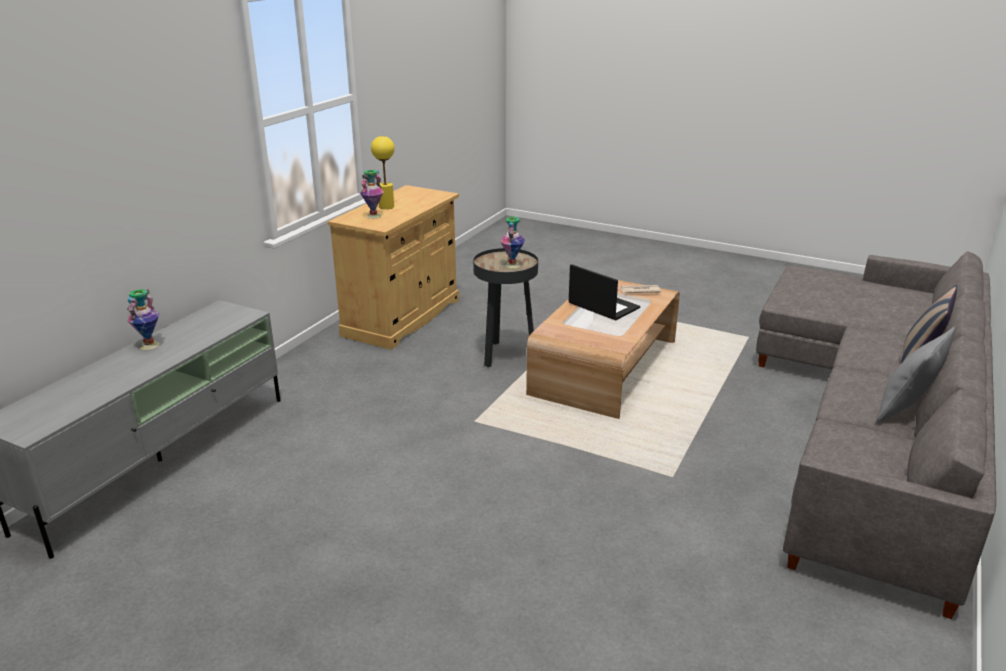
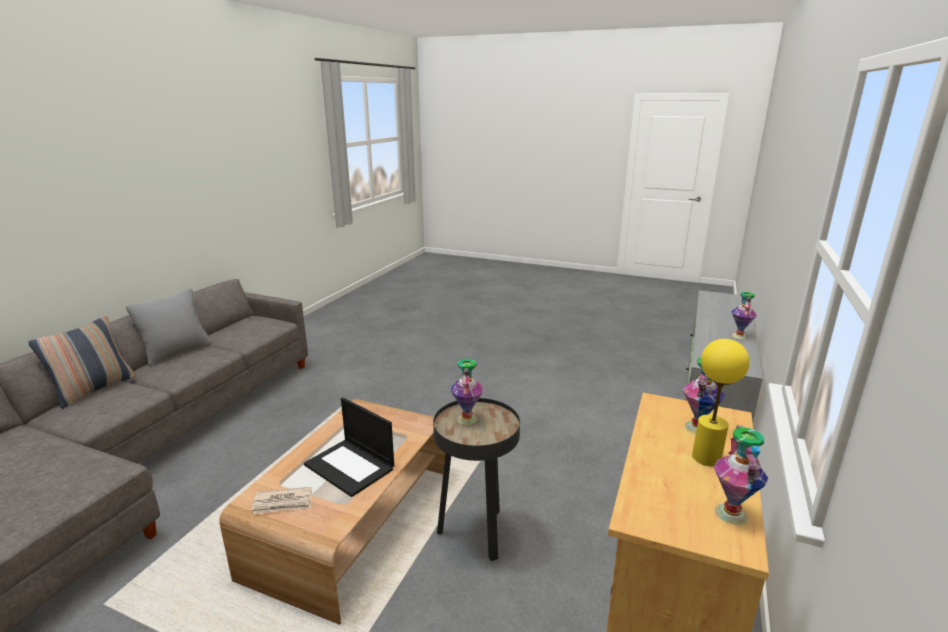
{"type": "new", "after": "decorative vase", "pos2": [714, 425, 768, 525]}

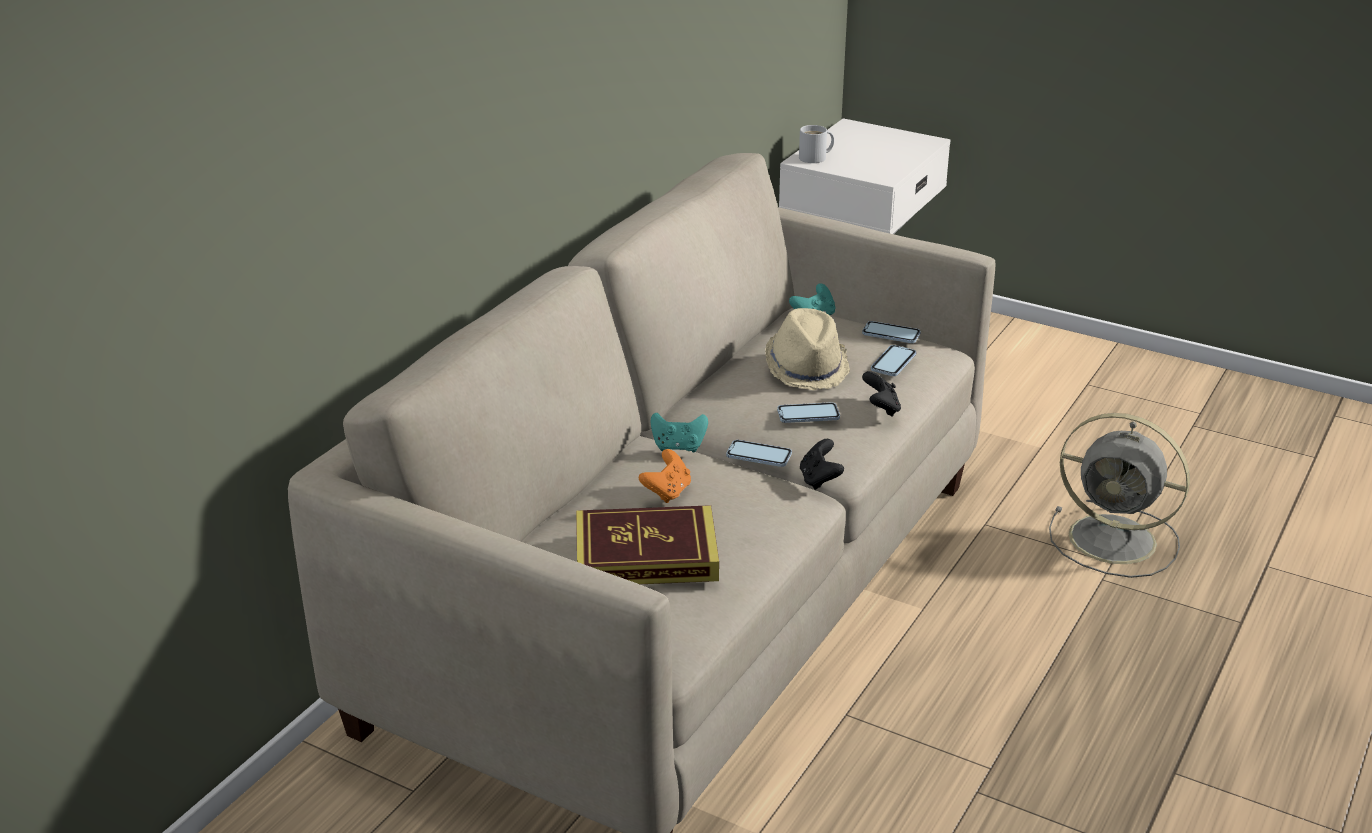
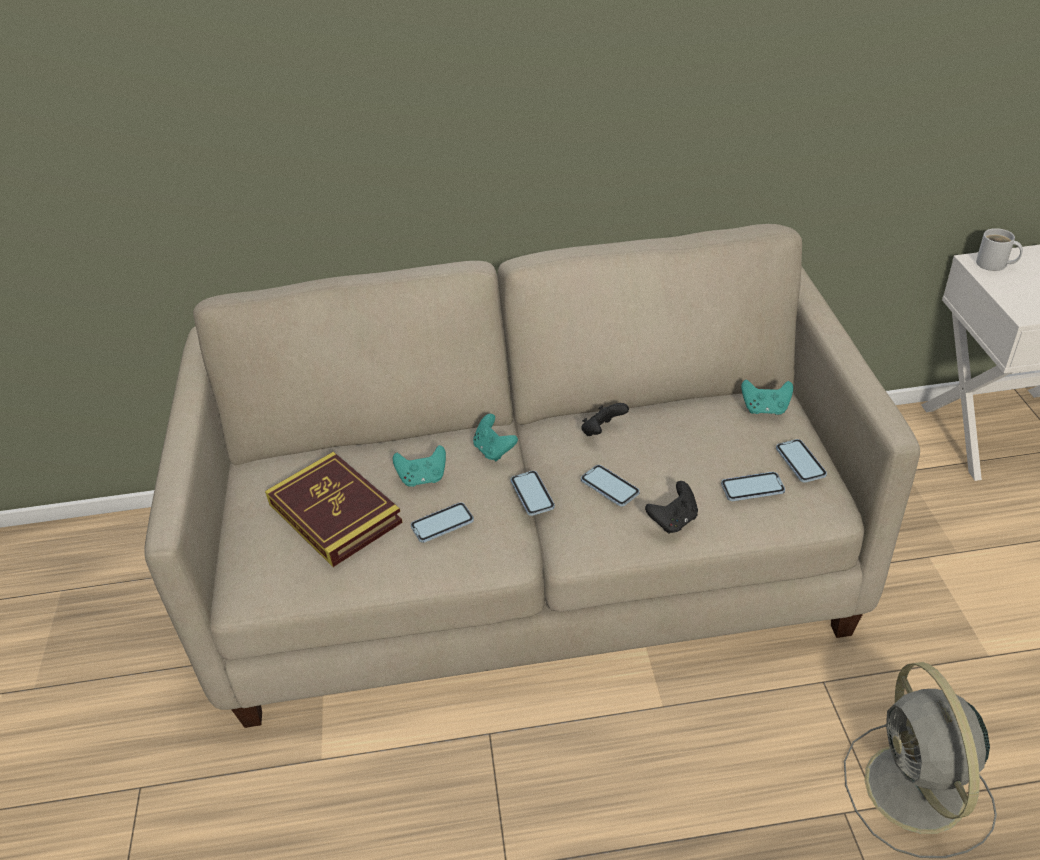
{"type": "repainted", "before": "joypad in orange-coloured", "after": "joypad in blue-green", "pos1": [639, 449, 691, 503], "pos2": [393, 445, 446, 487]}
{"type": "new", "after": "telephone", "pos2": [411, 502, 474, 543]}
{"type": "shifted", "before": "joypad in blackish", "pos1": [800, 439, 844, 490], "pos2": [581, 403, 629, 436]}
{"type": "gone", "before": "wearable hat in beige", "pos1": [765, 308, 850, 390]}

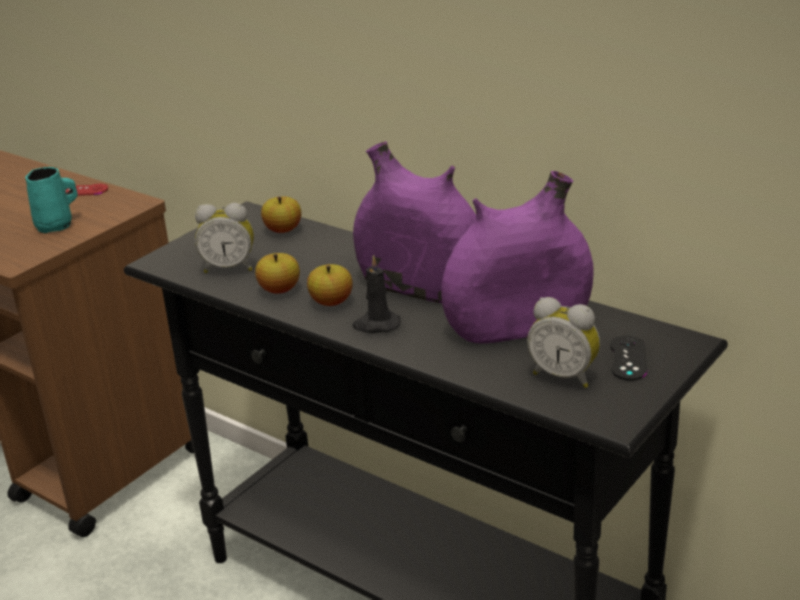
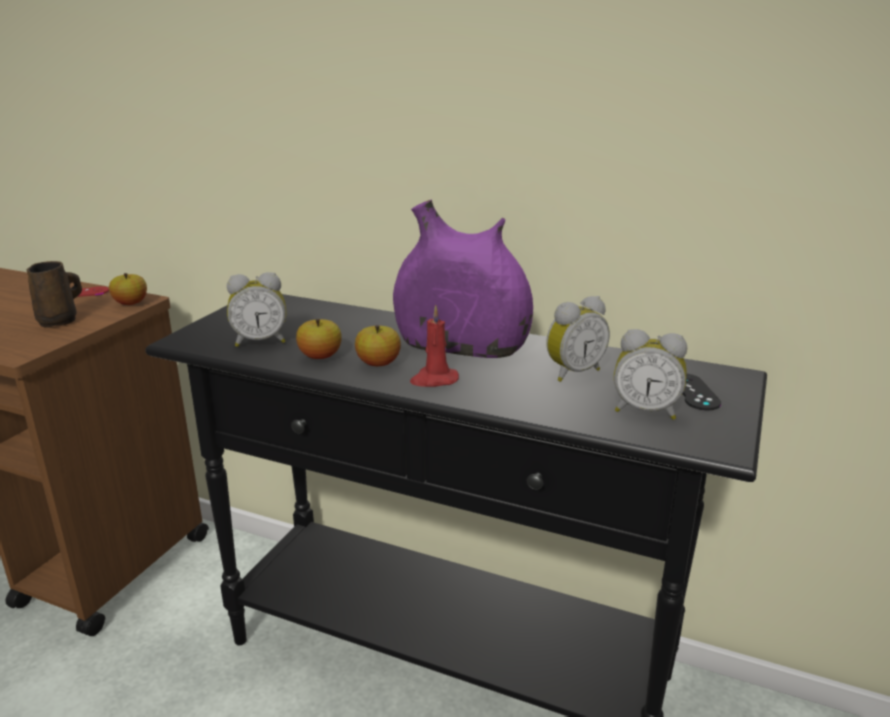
{"type": "repainted", "before": "mug in blue-green", "after": "mug in brown", "pos1": [25, 167, 78, 233], "pos2": [27, 261, 82, 328]}
{"type": "shifted", "before": "apple fruit", "pos1": [261, 196, 301, 233], "pos2": [109, 273, 147, 305]}
{"type": "repainted", "before": "candle in blackish", "after": "candle in red-coloured", "pos1": [352, 255, 401, 333], "pos2": [410, 305, 459, 387]}
{"type": "swapped", "before": "decorative vase in purplish", "after": "bedside clock", "pos1": [441, 171, 594, 344], "pos2": [546, 296, 610, 382]}

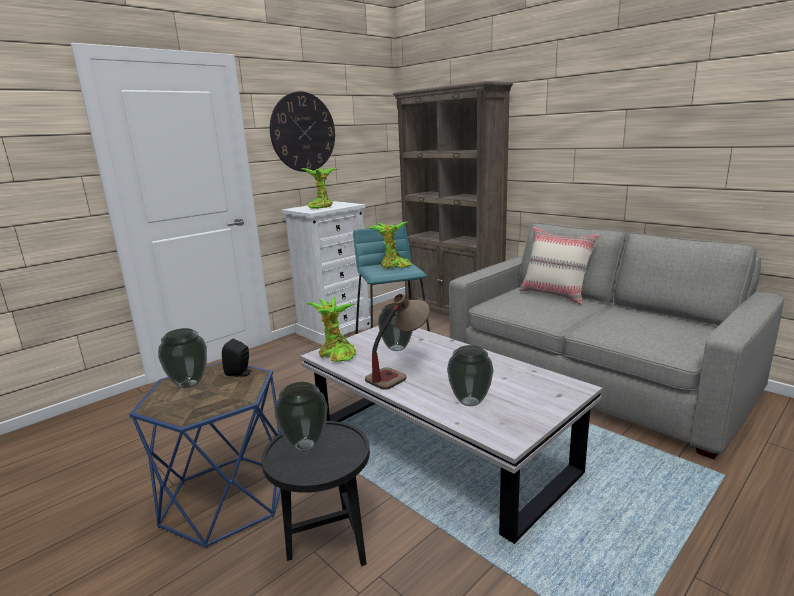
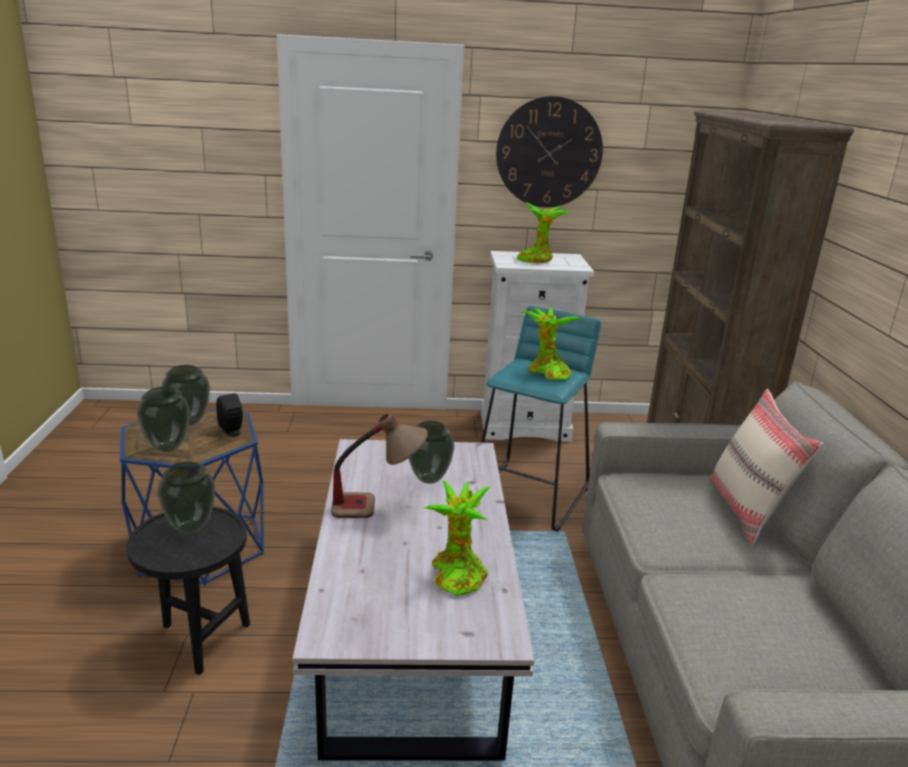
{"type": "shifted", "before": "decorative vase", "pos1": [447, 345, 494, 406], "pos2": [137, 387, 190, 452]}
{"type": "shifted", "before": "plant in a pot", "pos1": [306, 297, 356, 362], "pos2": [424, 480, 491, 596]}

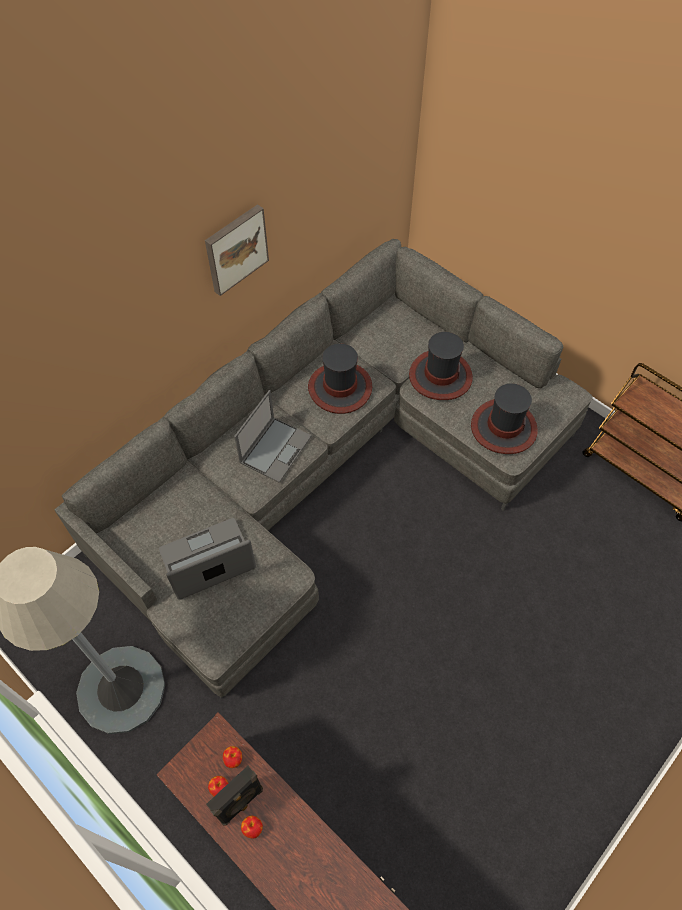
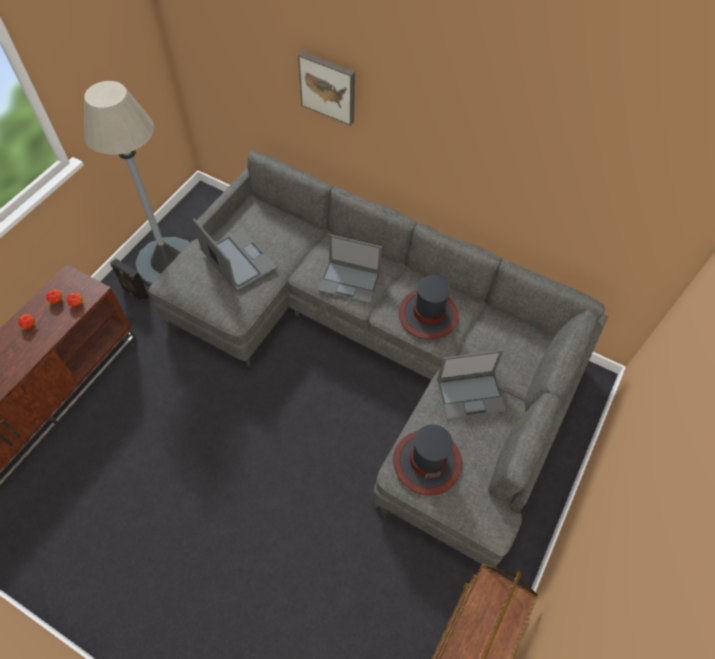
{"type": "shifted", "before": "audio speaker in blackish", "pos1": [206, 766, 263, 826], "pos2": [110, 259, 149, 302]}
{"type": "shifted", "before": "picture", "pos1": [205, 204, 269, 296], "pos2": [298, 51, 355, 126]}
{"type": "swapped", "before": "wearable hat", "after": "portable computer", "pos1": [409, 332, 473, 400], "pos2": [437, 350, 506, 420]}

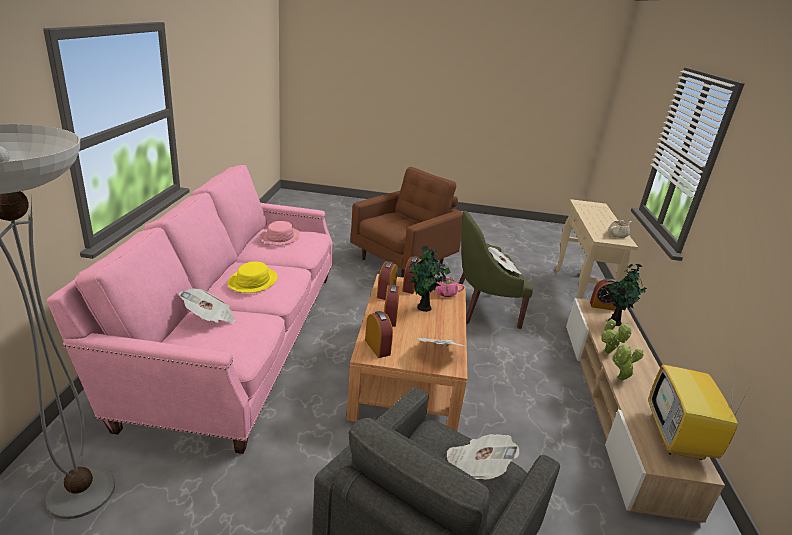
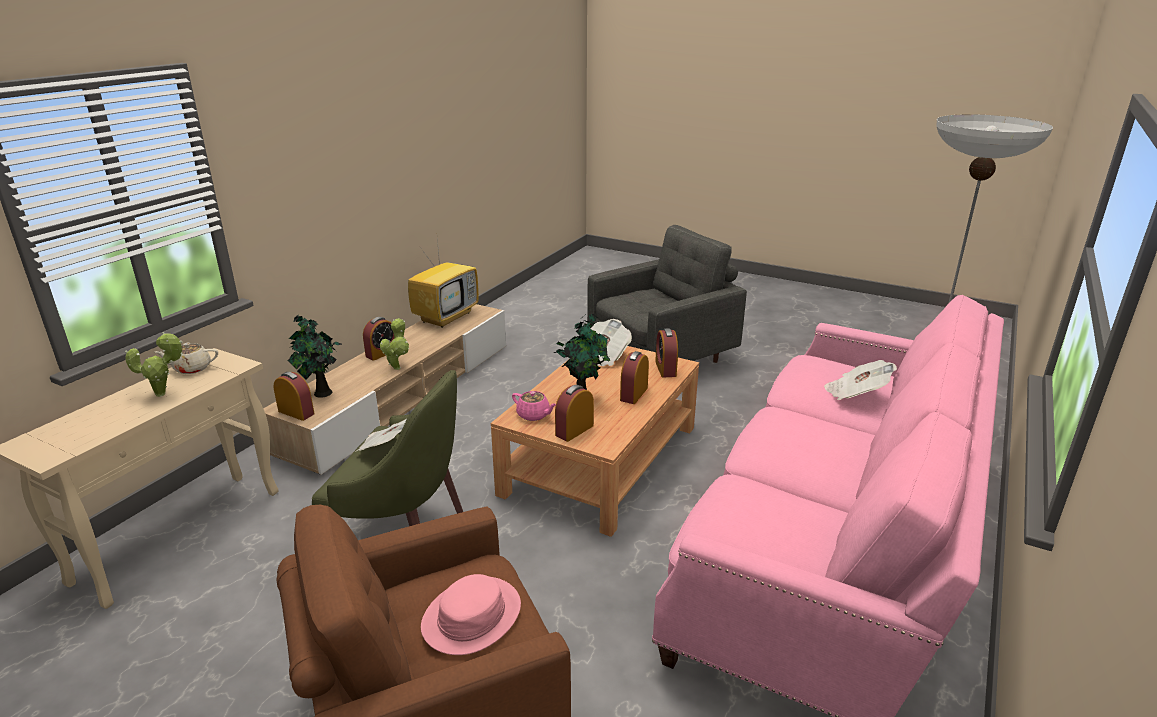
{"type": "shifted", "before": "plant in a pot", "pos1": [612, 345, 644, 381], "pos2": [125, 332, 183, 397]}
{"type": "shifted", "before": "bedside clock", "pos1": [377, 261, 398, 300], "pos2": [363, 317, 395, 361]}
{"type": "shifted", "before": "wearable hat in pink", "pos1": [260, 221, 300, 245], "pos2": [421, 574, 521, 655]}
{"type": "gone", "before": "wearable hat in yellow", "pos1": [228, 262, 278, 293]}
{"type": "gone", "before": "printed paper", "pos1": [447, 434, 520, 480]}

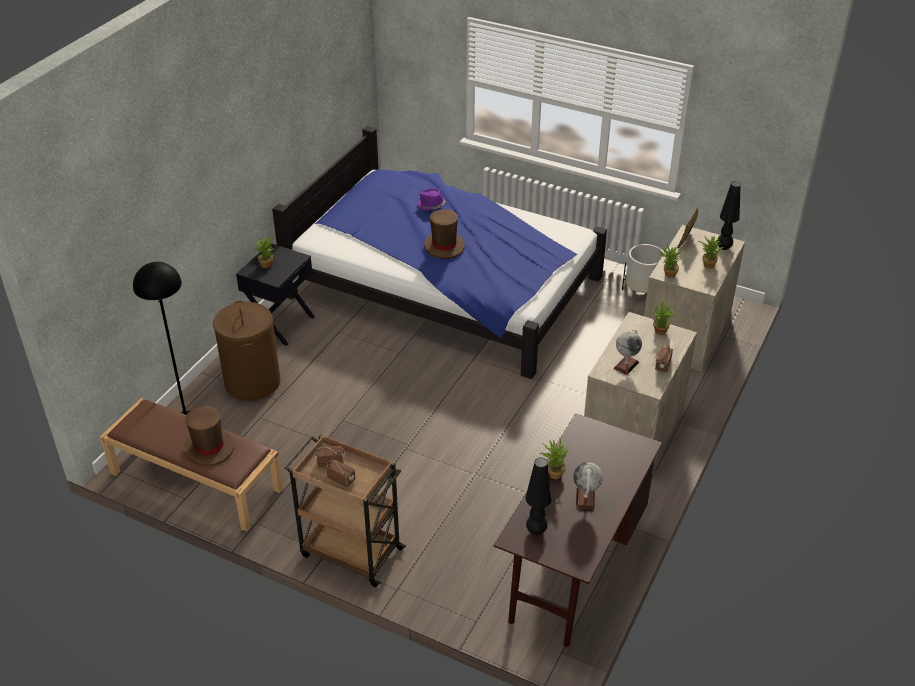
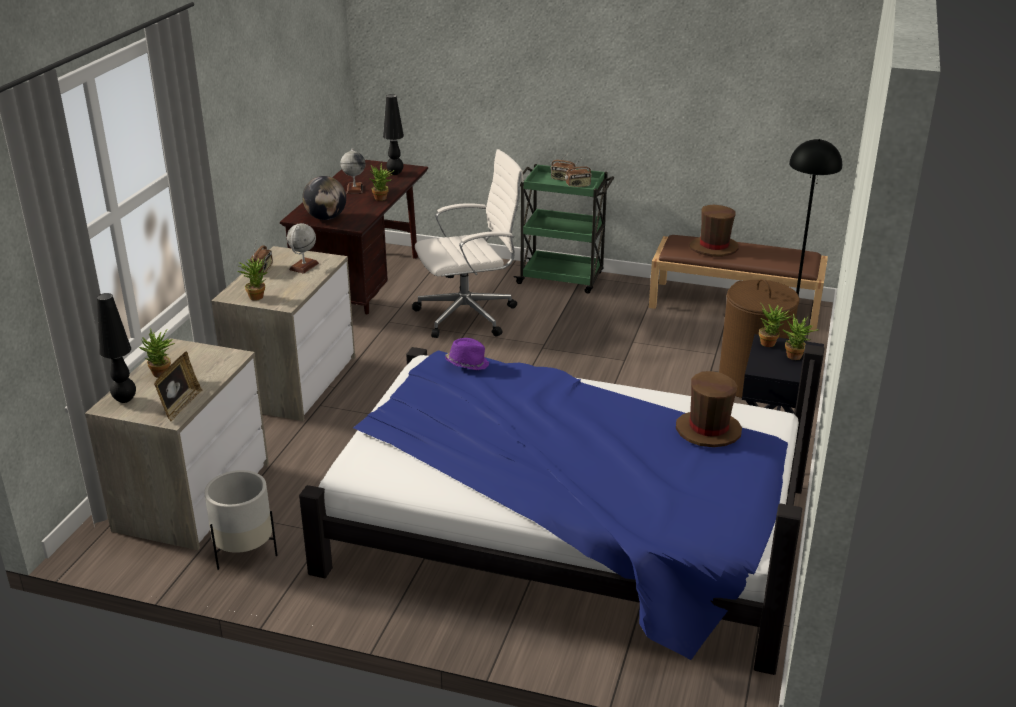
{"type": "new", "after": "world globe", "pos2": [302, 176, 346, 220]}
{"type": "new", "after": "computer chair in white", "pos2": [412, 149, 524, 338]}
{"type": "shifted", "before": "wearable hat in purplish", "pos1": [417, 188, 446, 211], "pos2": [445, 338, 490, 370]}
{"type": "repainted", "before": "trolley in brown", "after": "trolley in green", "pos1": [285, 434, 406, 587], "pos2": [514, 164, 614, 294]}
{"type": "shifted", "before": "wearable hat in brown", "pos1": [424, 209, 465, 259], "pos2": [676, 371, 742, 447]}
{"type": "shifted", "before": "plant in a pot", "pos1": [659, 243, 682, 278], "pos2": [759, 303, 791, 347]}

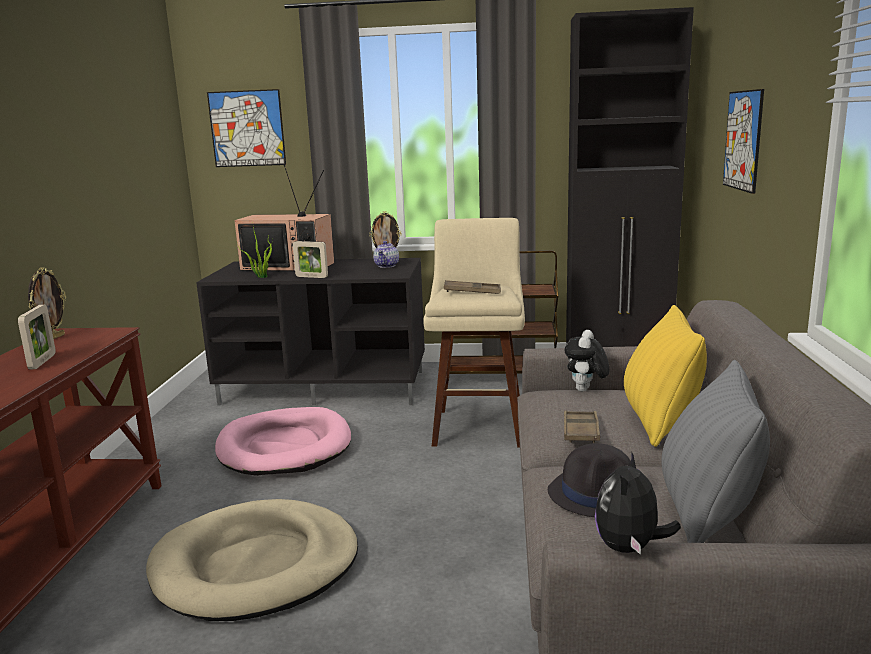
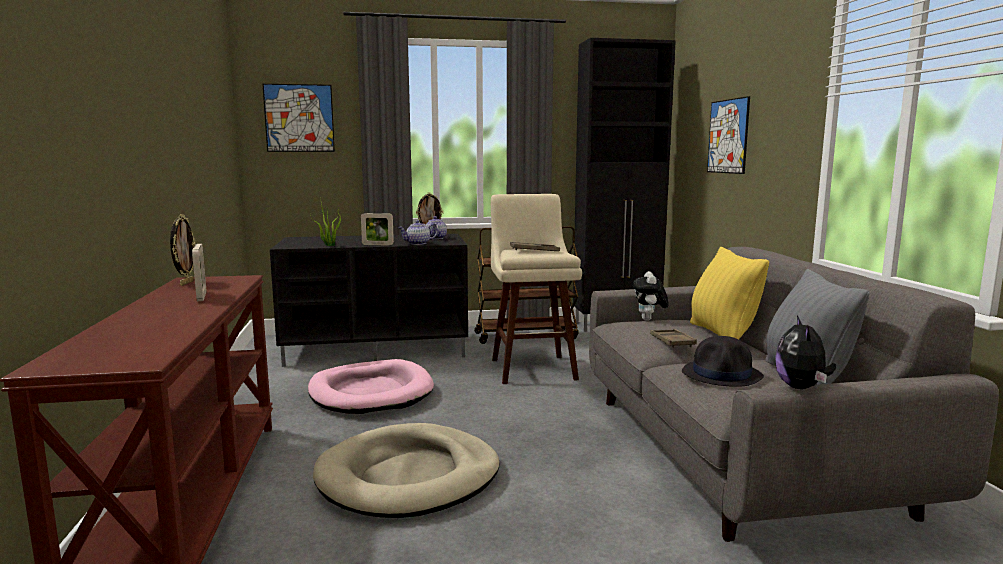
{"type": "new", "after": "teapot", "pos2": [398, 220, 437, 245]}
{"type": "gone", "before": "TV set", "pos1": [235, 165, 334, 271]}

